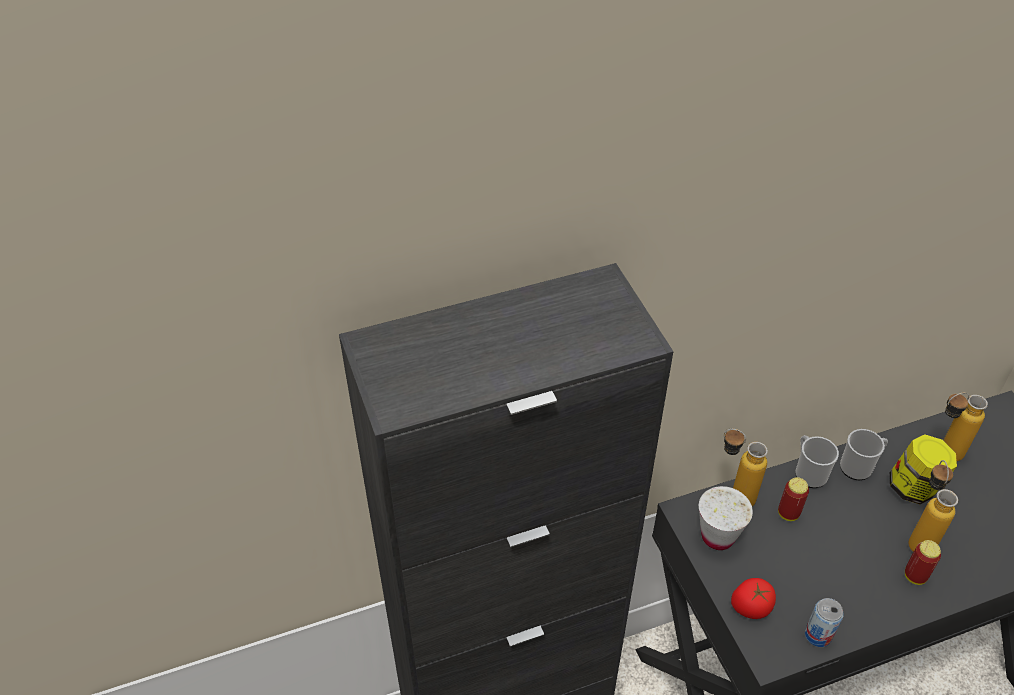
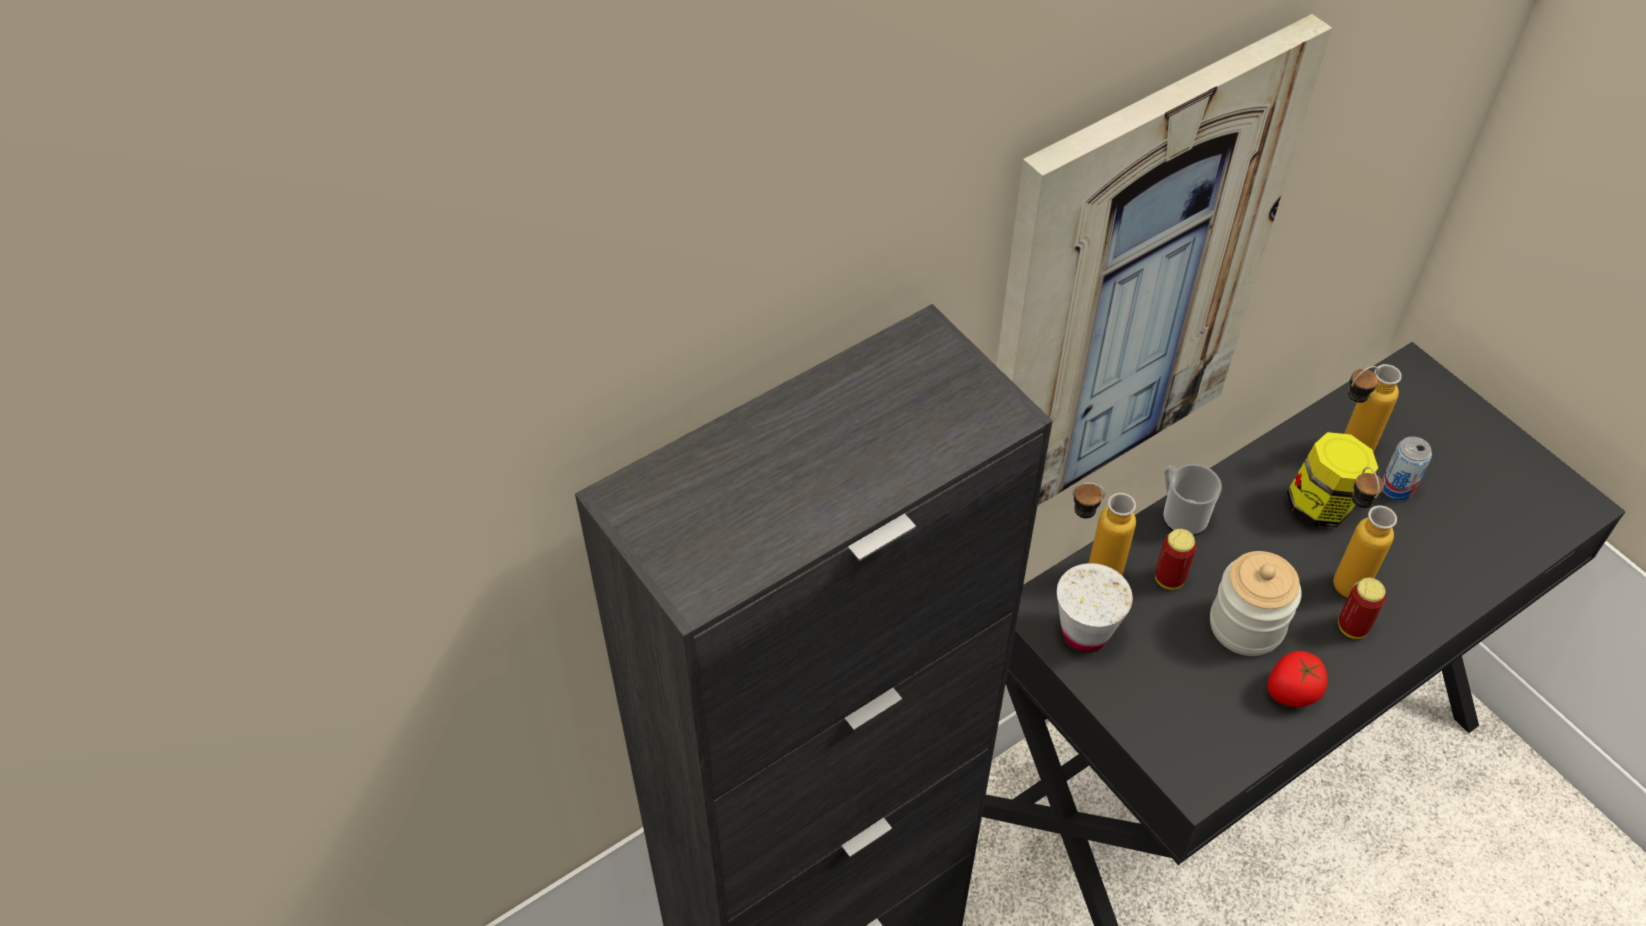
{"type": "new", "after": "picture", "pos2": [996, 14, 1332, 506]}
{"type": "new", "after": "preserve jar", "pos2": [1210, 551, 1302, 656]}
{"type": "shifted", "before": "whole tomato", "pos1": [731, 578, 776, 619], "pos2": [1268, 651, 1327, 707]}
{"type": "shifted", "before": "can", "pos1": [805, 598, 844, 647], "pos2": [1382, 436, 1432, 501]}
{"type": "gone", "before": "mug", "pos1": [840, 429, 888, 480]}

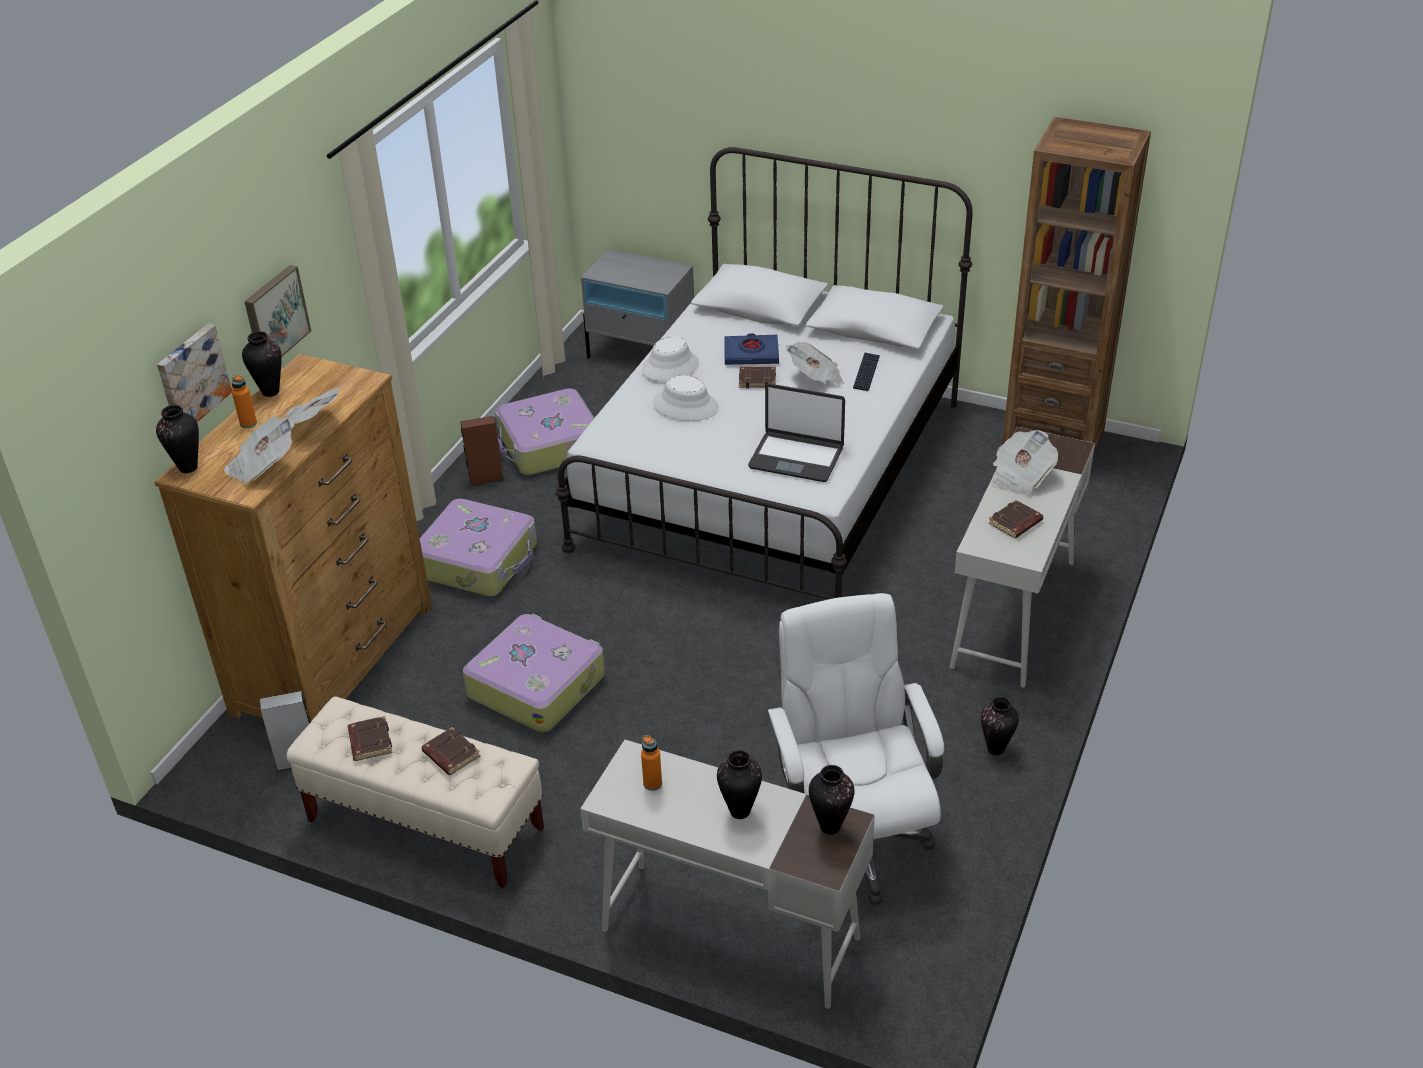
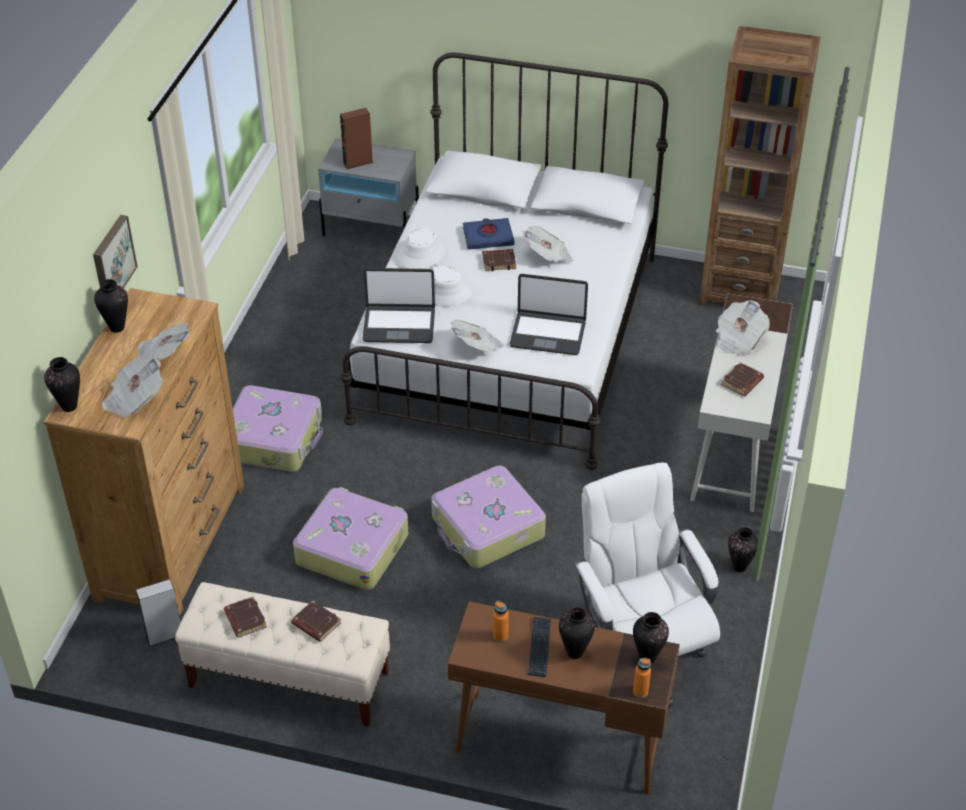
{"type": "shifted", "before": "audio speaker in brown", "pos1": [460, 416, 504, 486], "pos2": [340, 108, 373, 169]}
{"type": "new", "after": "portable computer", "pos2": [362, 268, 435, 343]}
{"type": "shifted", "before": "suitcase", "pos1": [495, 388, 594, 475], "pos2": [431, 465, 546, 568]}
{"type": "repainted", "before": "desk unit in white", "after": "desk unit in brown", "pos1": [580, 740, 875, 1009], "pos2": [448, 601, 680, 795]}
{"type": "new", "after": "printed paper", "pos2": [450, 319, 505, 352]}
{"type": "shifted", "before": "PC keyboard", "pos1": [853, 353, 880, 391], "pos2": [528, 617, 551, 677]}
{"type": "shifted", "before": "drink bottle in orange-coloured", "pos1": [232, 375, 257, 428], "pos2": [633, 658, 651, 698]}
{"type": "gone", "before": "picture", "pos1": [157, 324, 232, 422]}

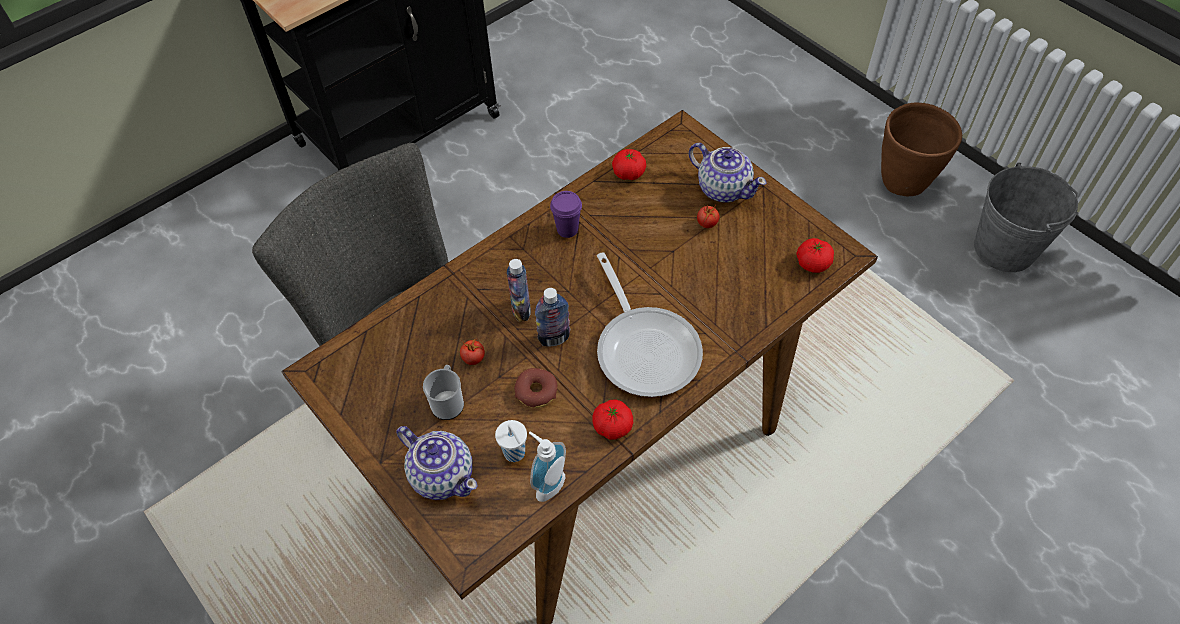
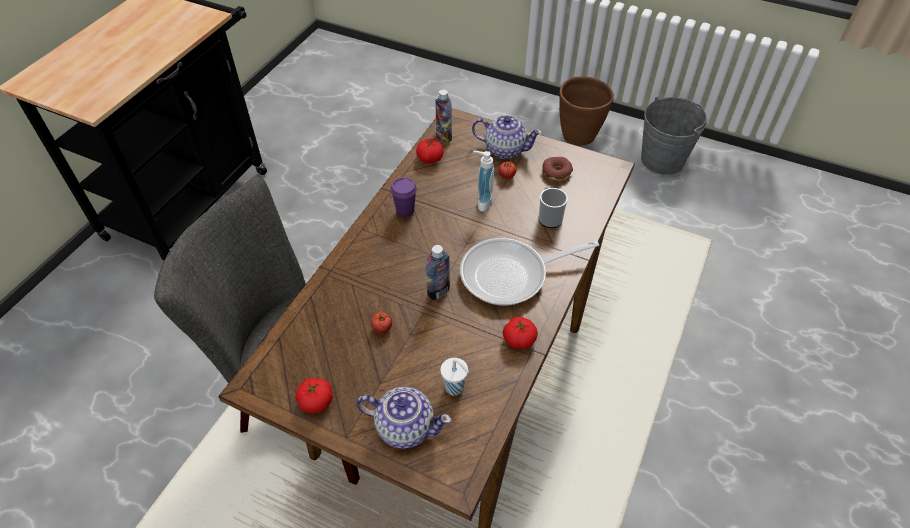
{"type": "shifted", "before": "whole tomato", "pos1": [796, 238, 834, 273], "pos2": [296, 378, 333, 413]}
{"type": "shifted", "before": "drink bottle", "pos1": [507, 259, 531, 322], "pos2": [435, 89, 452, 143]}
{"type": "rotated", "before": "frying pan", "pos1": [597, 252, 703, 397], "pos2": [460, 238, 599, 306], "turn": 120}
{"type": "shifted", "before": "soap dispenser", "pos1": [529, 432, 566, 502], "pos2": [473, 151, 494, 211]}
{"type": "shifted", "before": "mug", "pos1": [423, 365, 464, 420], "pos2": [538, 187, 568, 228]}
{"type": "shifted", "before": "doughnut", "pos1": [514, 368, 558, 408], "pos2": [542, 157, 573, 181]}

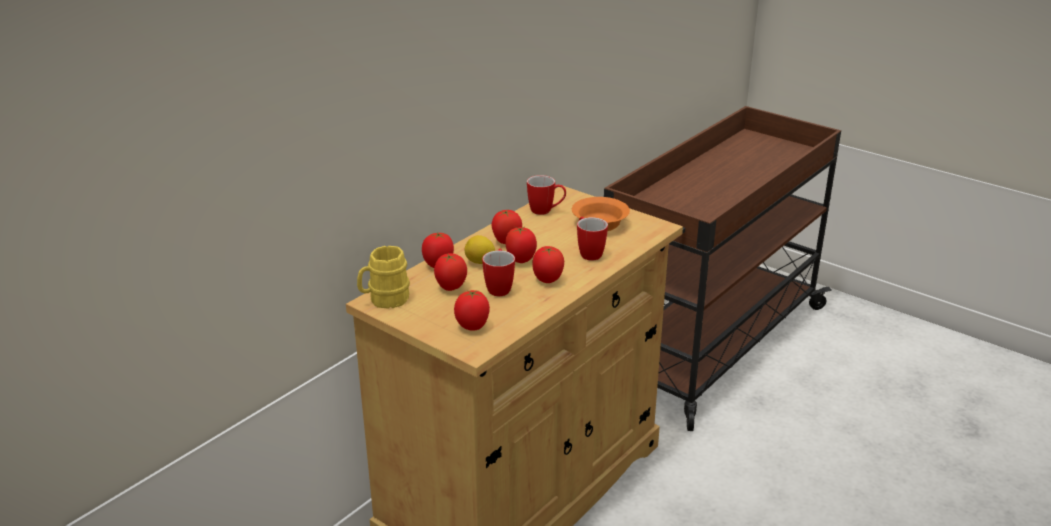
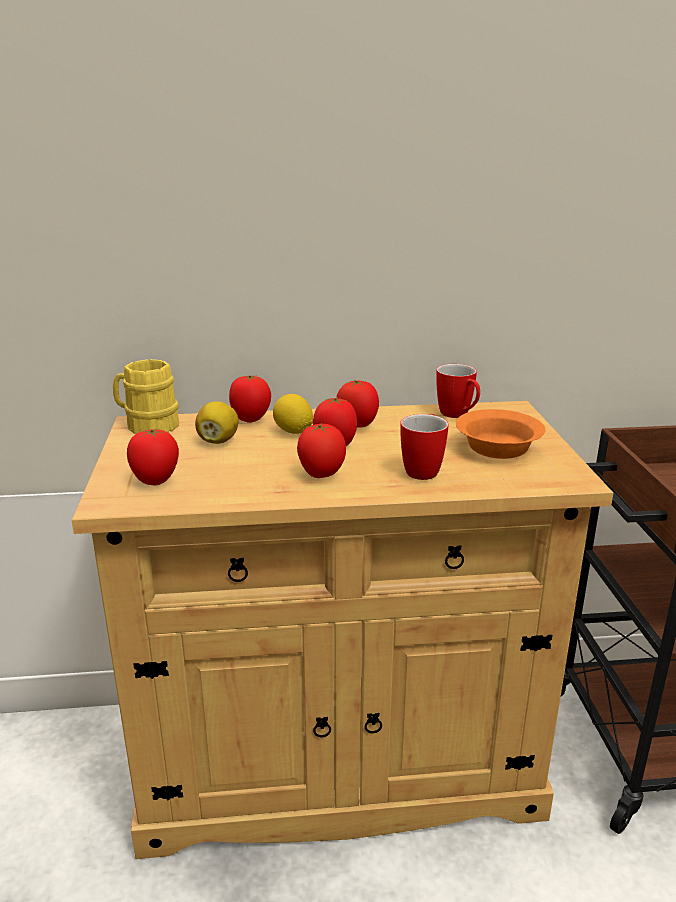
{"type": "swapped", "before": "whole tomato", "after": "lemon", "pos1": [434, 253, 467, 291], "pos2": [195, 401, 238, 444]}
{"type": "gone", "before": "mug", "pos1": [482, 249, 515, 296]}

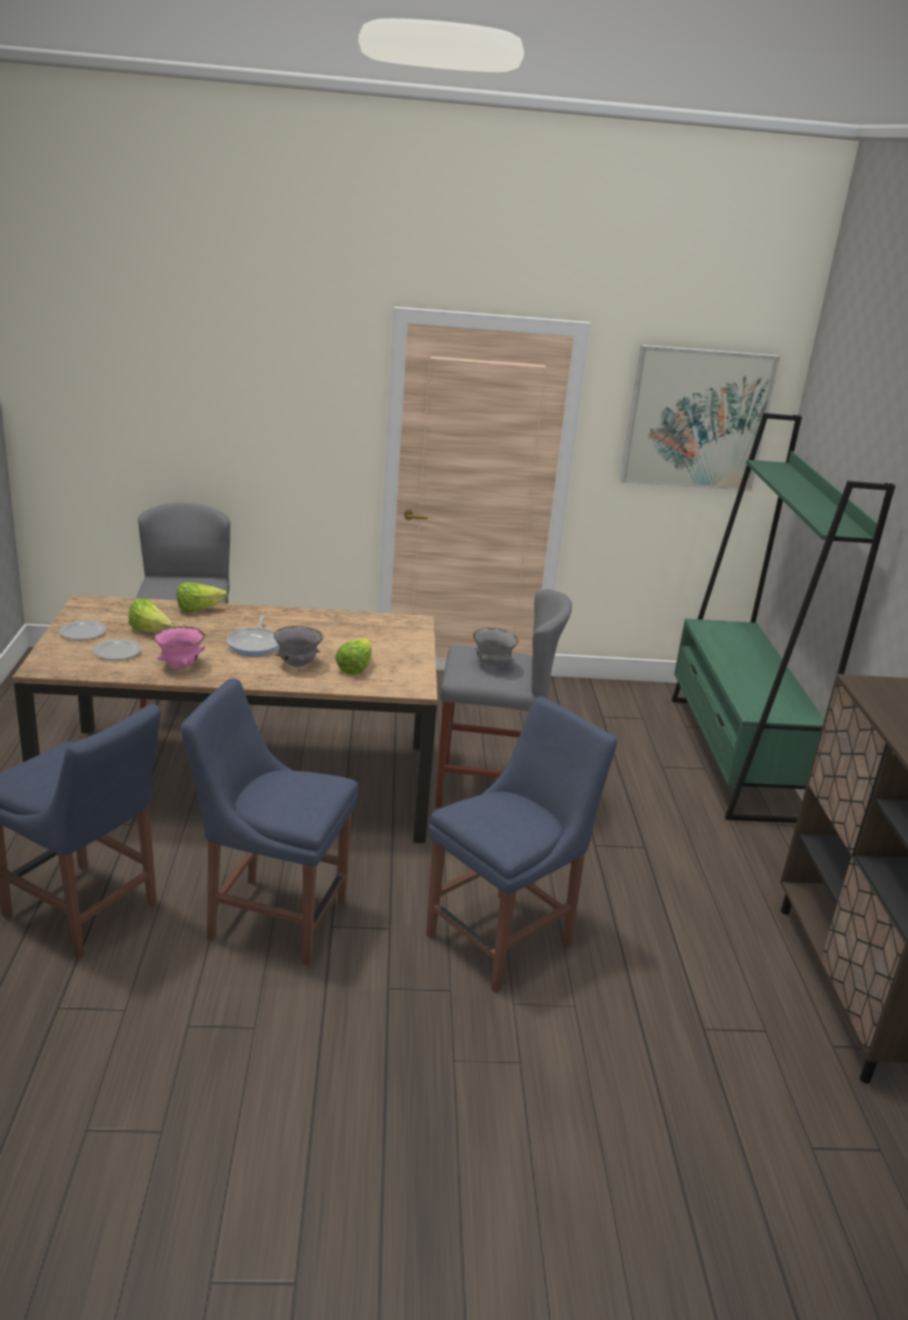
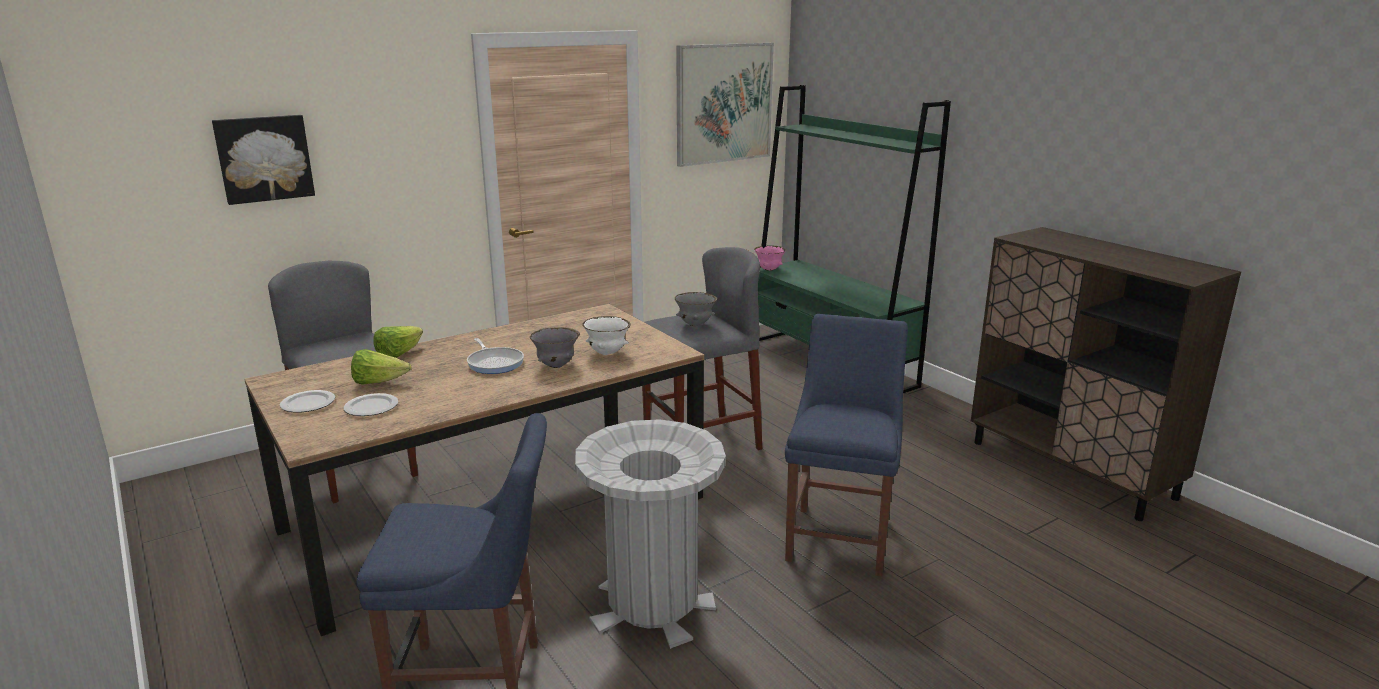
{"type": "new", "after": "picture", "pos2": [212, 115, 315, 205]}
{"type": "swapped", "before": "plain chair in blue", "after": "rubbish bin in grey", "pos1": [181, 678, 358, 966], "pos2": [575, 419, 726, 649]}
{"type": "swapped", "before": "lettuce head", "after": "bowl in white", "pos1": [335, 638, 372, 675], "pos2": [582, 316, 631, 355]}
{"type": "shifted", "before": "bowl in pink", "pos1": [154, 626, 205, 669], "pos2": [754, 245, 786, 271]}

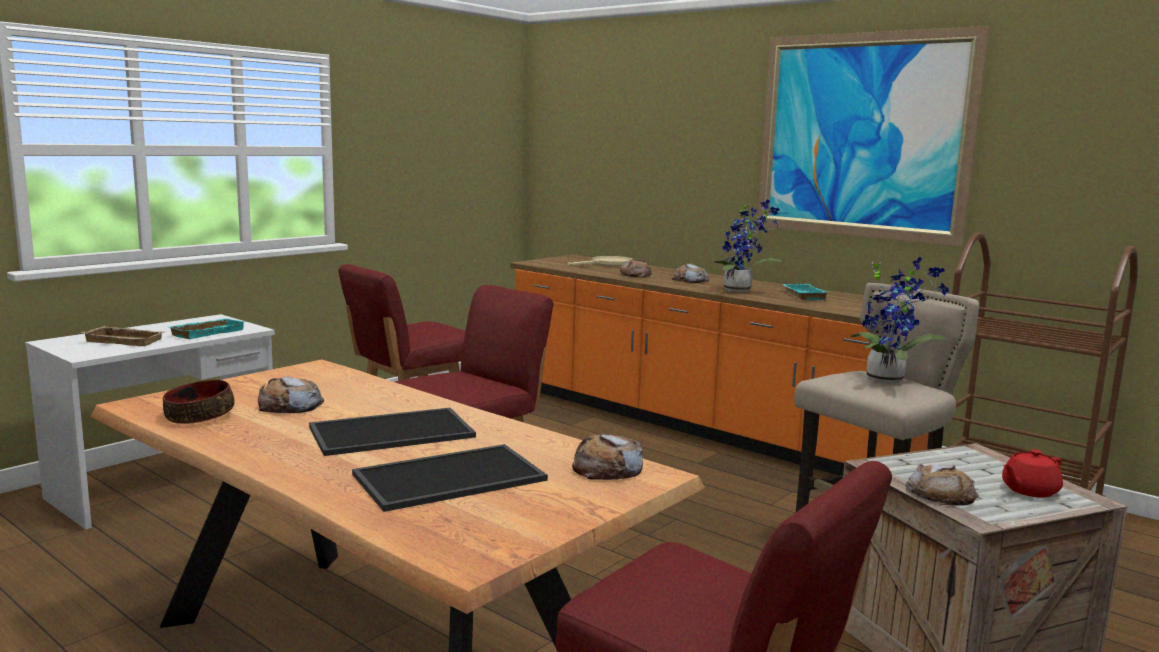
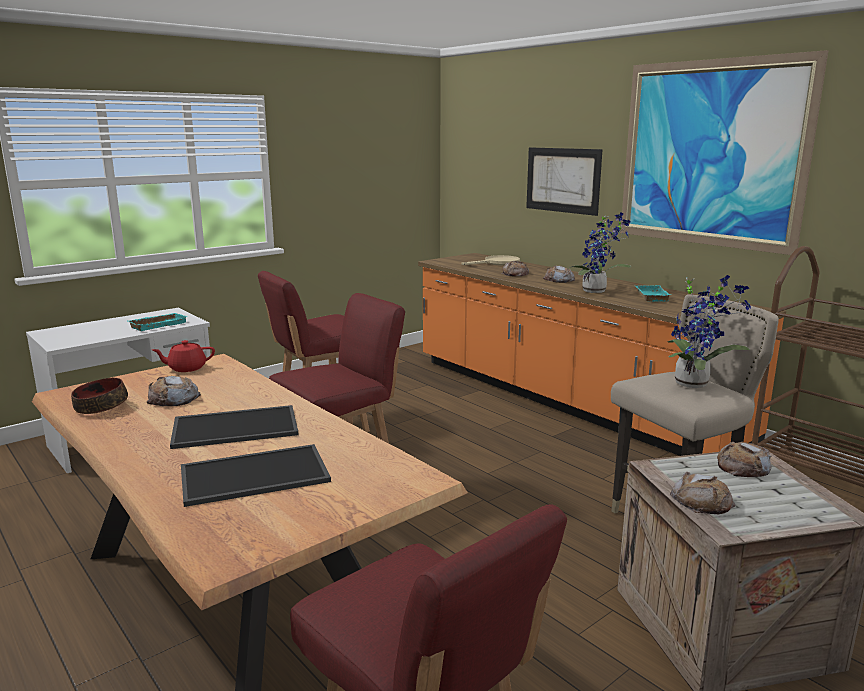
{"type": "shifted", "before": "teapot in red-coloured", "pos1": [1002, 449, 1063, 498], "pos2": [152, 340, 215, 372]}
{"type": "new", "after": "picture", "pos2": [526, 147, 603, 216]}
{"type": "shifted", "before": "bakery bread", "pos1": [572, 434, 643, 480], "pos2": [717, 442, 772, 477]}
{"type": "gone", "before": "carrying tray in beige", "pos1": [82, 326, 165, 346]}

